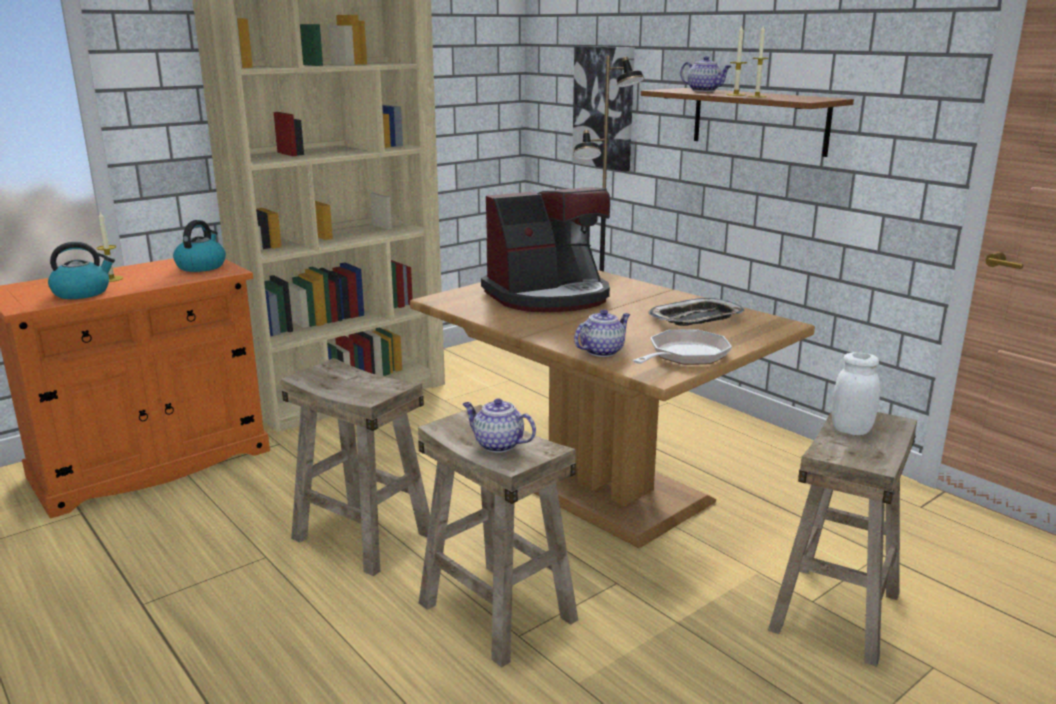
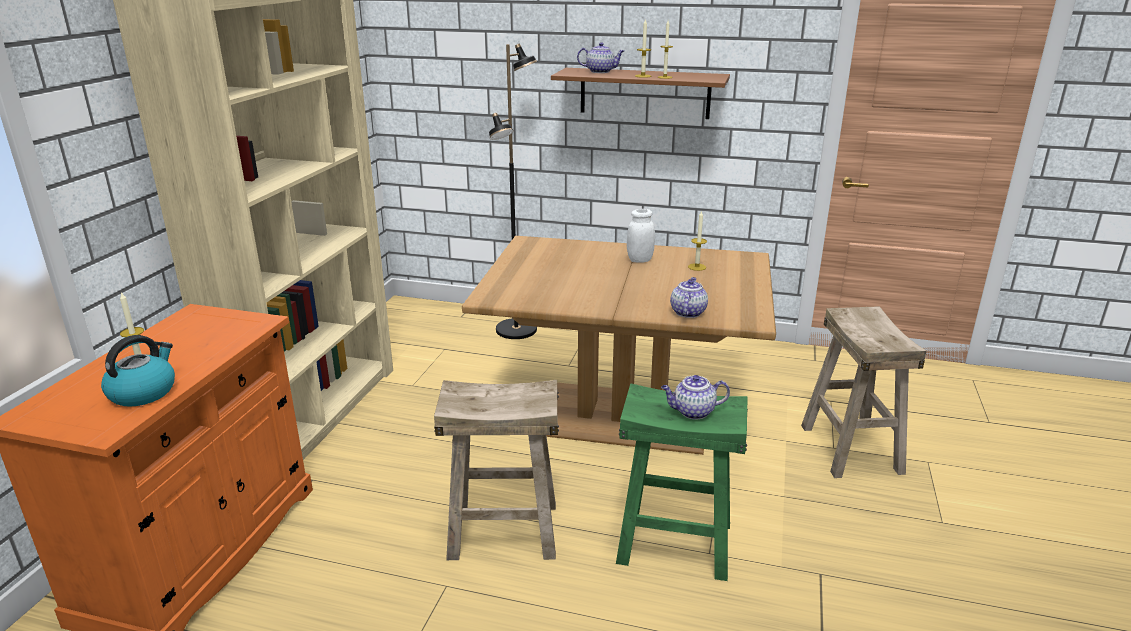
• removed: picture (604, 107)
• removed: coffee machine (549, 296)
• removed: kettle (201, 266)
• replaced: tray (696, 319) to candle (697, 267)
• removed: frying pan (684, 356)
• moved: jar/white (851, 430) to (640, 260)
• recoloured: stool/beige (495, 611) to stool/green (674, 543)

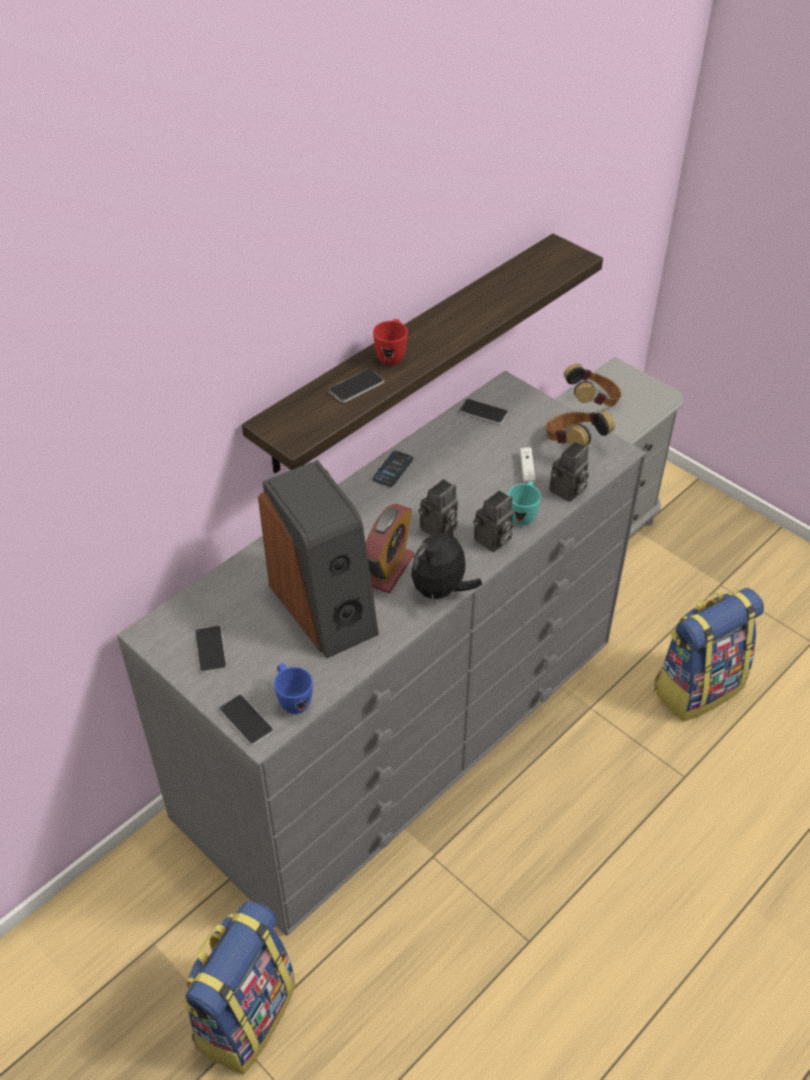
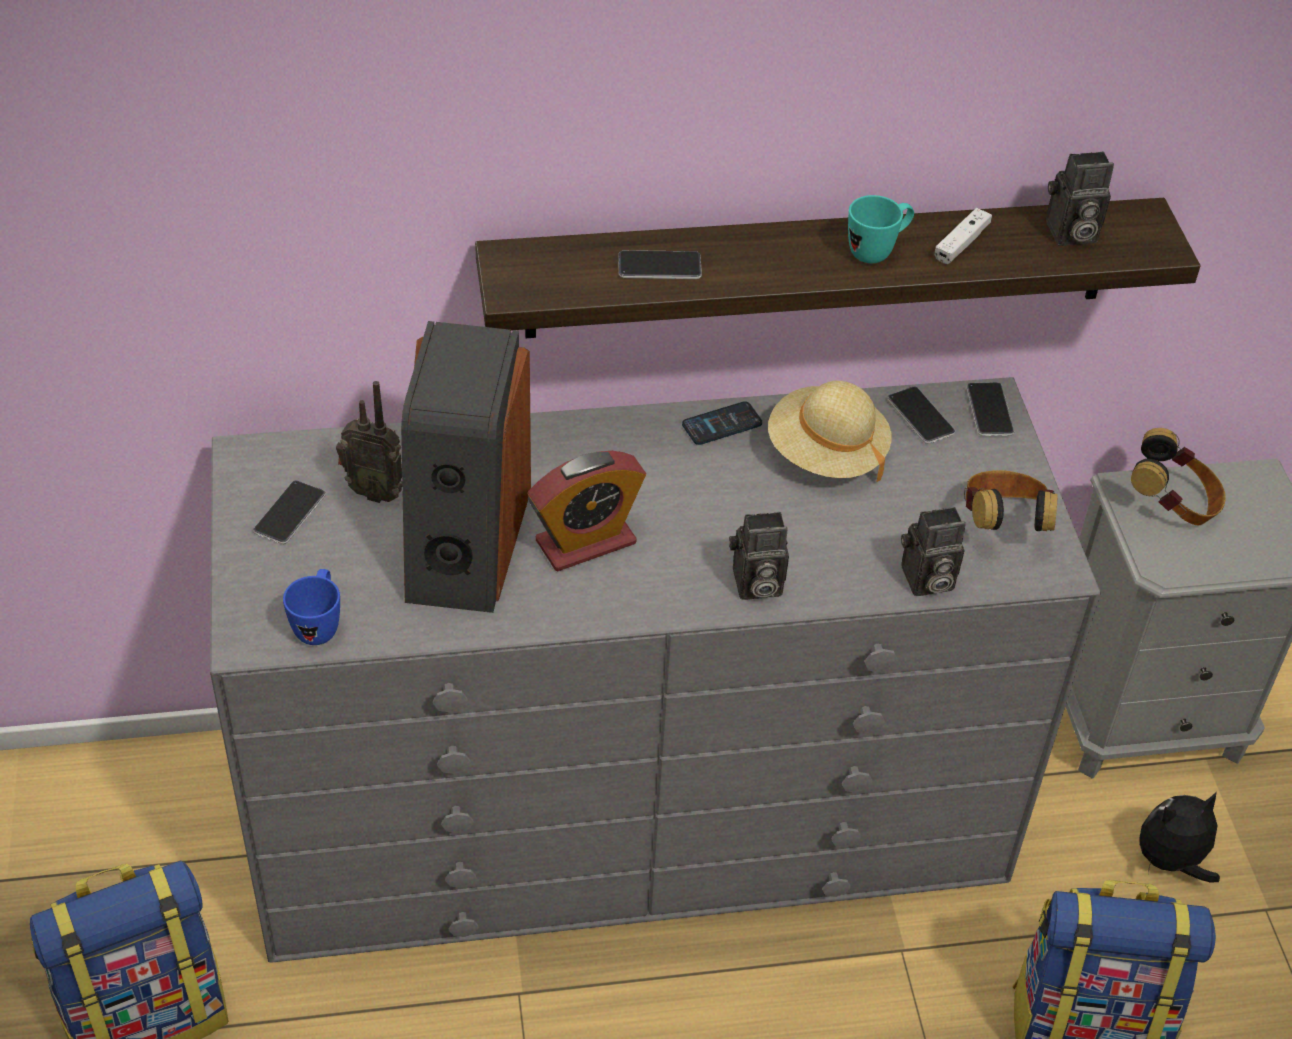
• removed: mug/red (392, 355)
• moved: game controller/white (527, 471) to (961, 243)
• moved: photo camera (438, 530) to (1069, 234)
• moved: mug/turquoise (523, 514) to (877, 251)
• moved: plush toy (441, 591) to (1171, 862)
• moved: phone (246, 720) to (989, 410)
• added: radio (375, 491)
• added: hat/beige (826, 454)

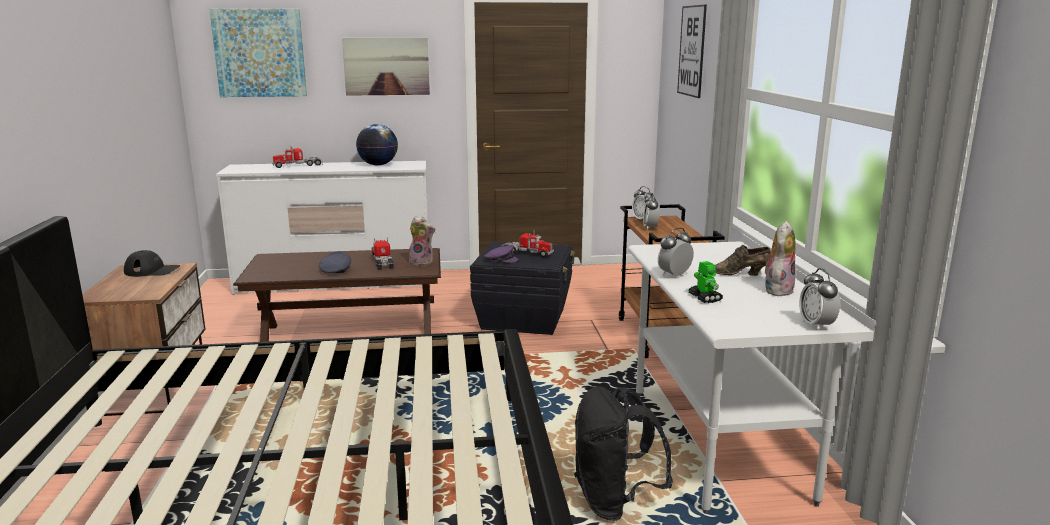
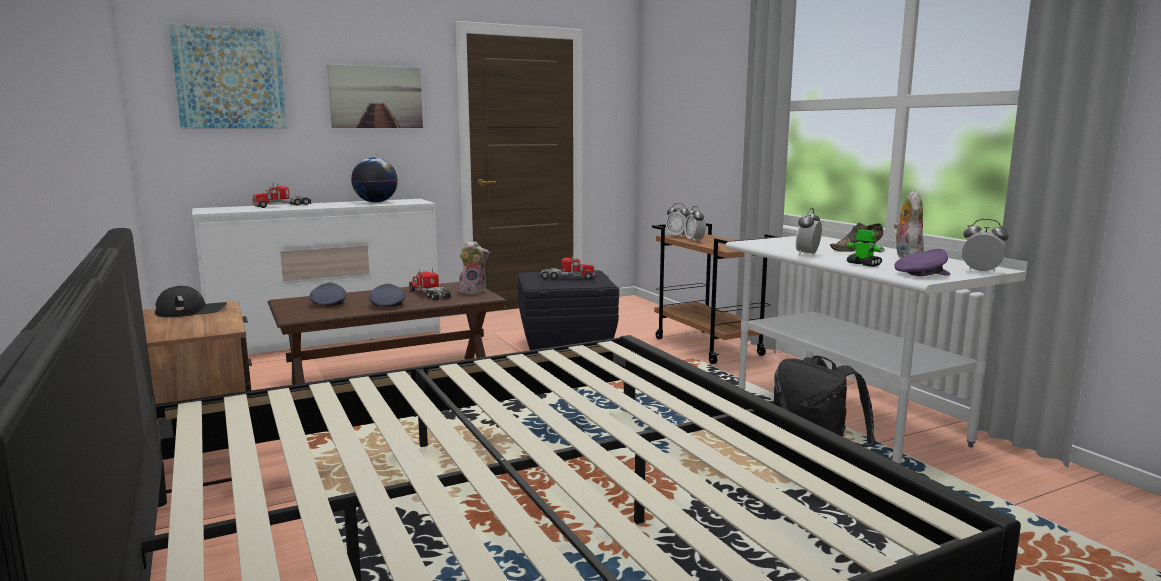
• removed: picture (692, 51)
• moved: cap/purple (500, 260) to (921, 274)
• turned: alarm clock (816, 325) = (981, 271) 150 degrees clockwise
• added: cap/grey (328, 304)

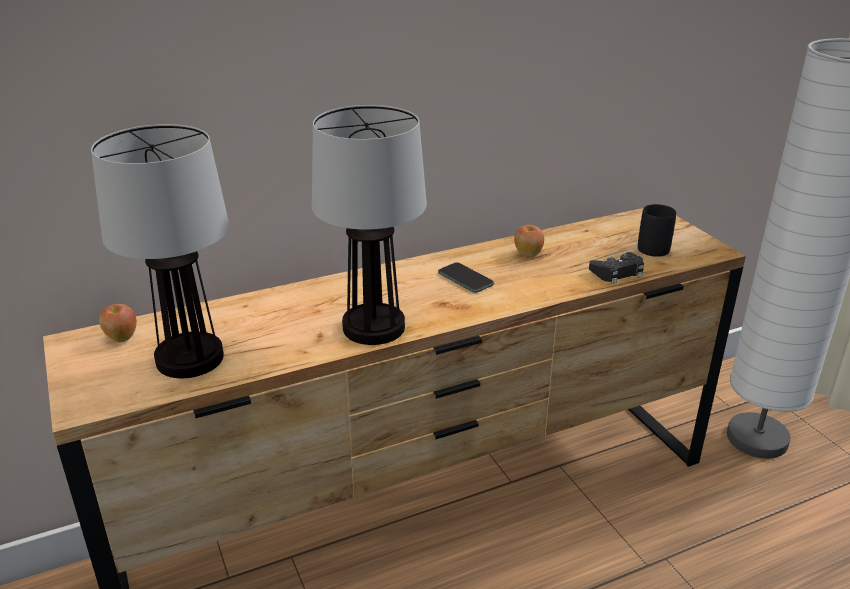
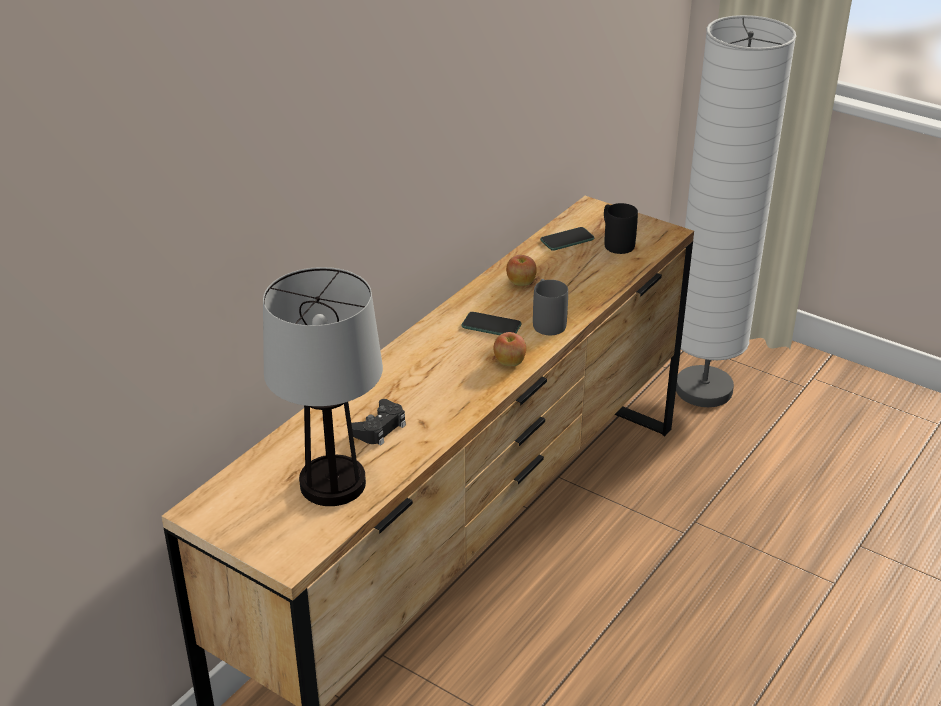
• removed: table lamp (374, 328)
• moved: game controller/black (617, 273) to (379, 428)
• moved: apple (121, 338) to (509, 363)
• added: phone (567, 240)
• added: mug/grey (547, 321)

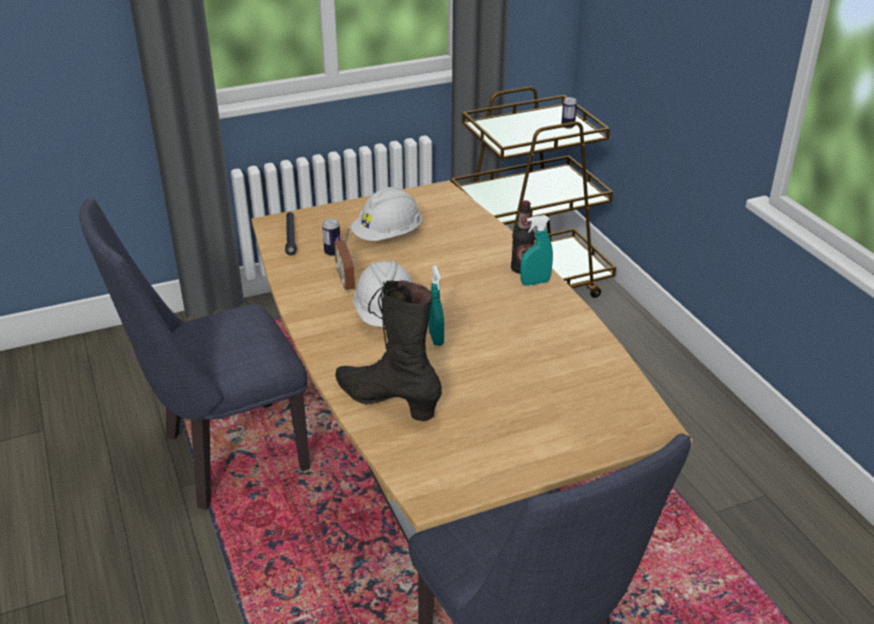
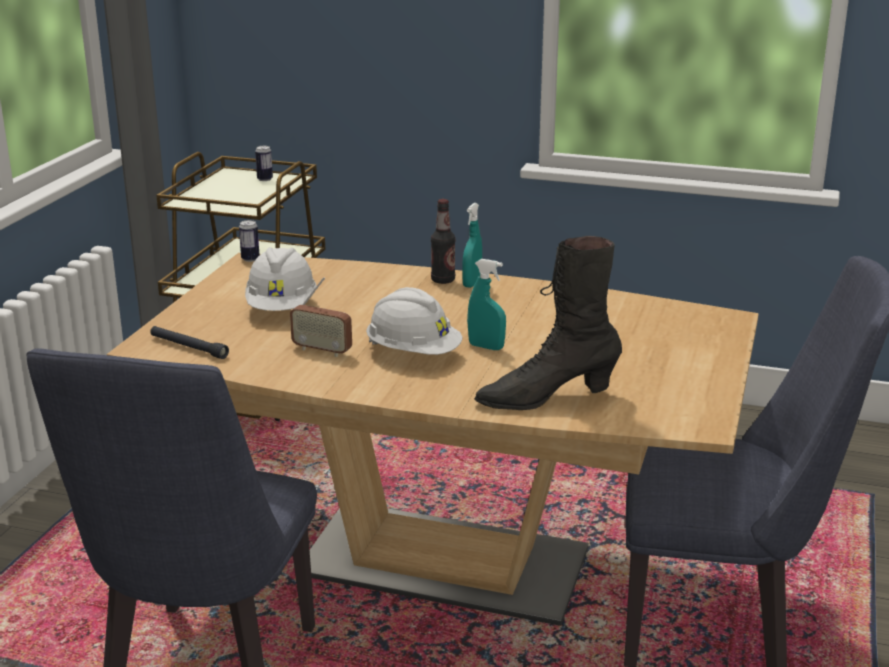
• moved: can (332, 253) to (250, 259)

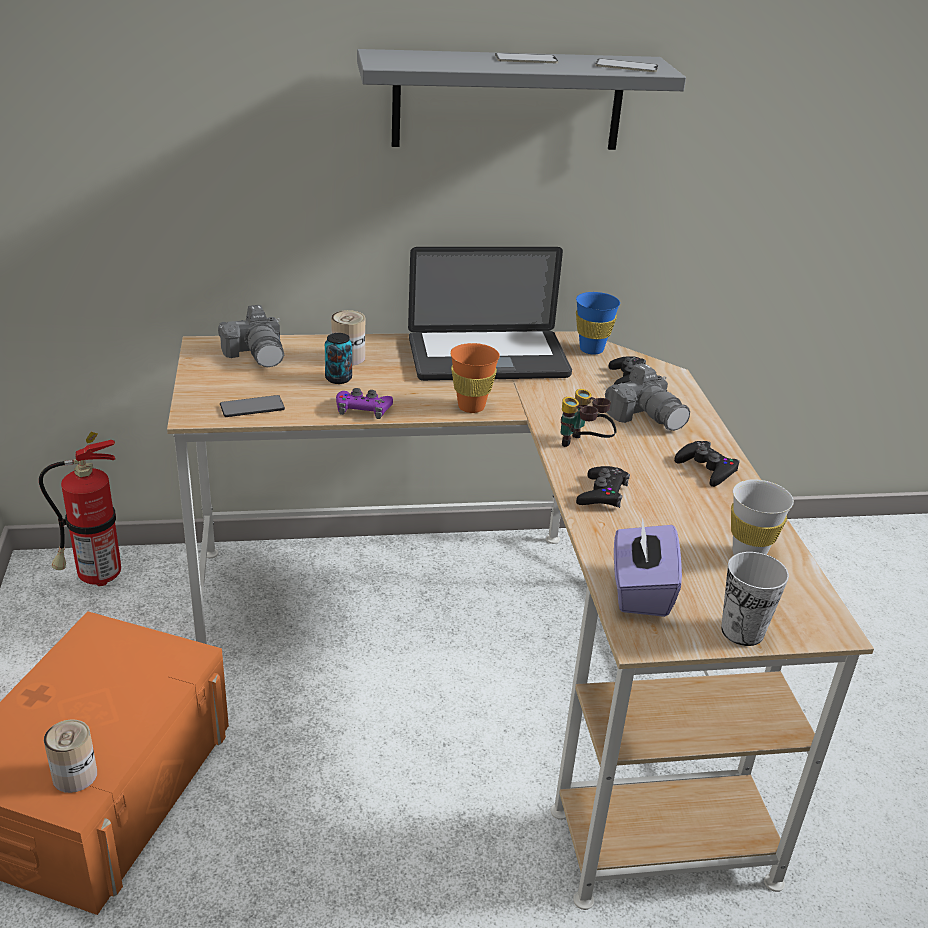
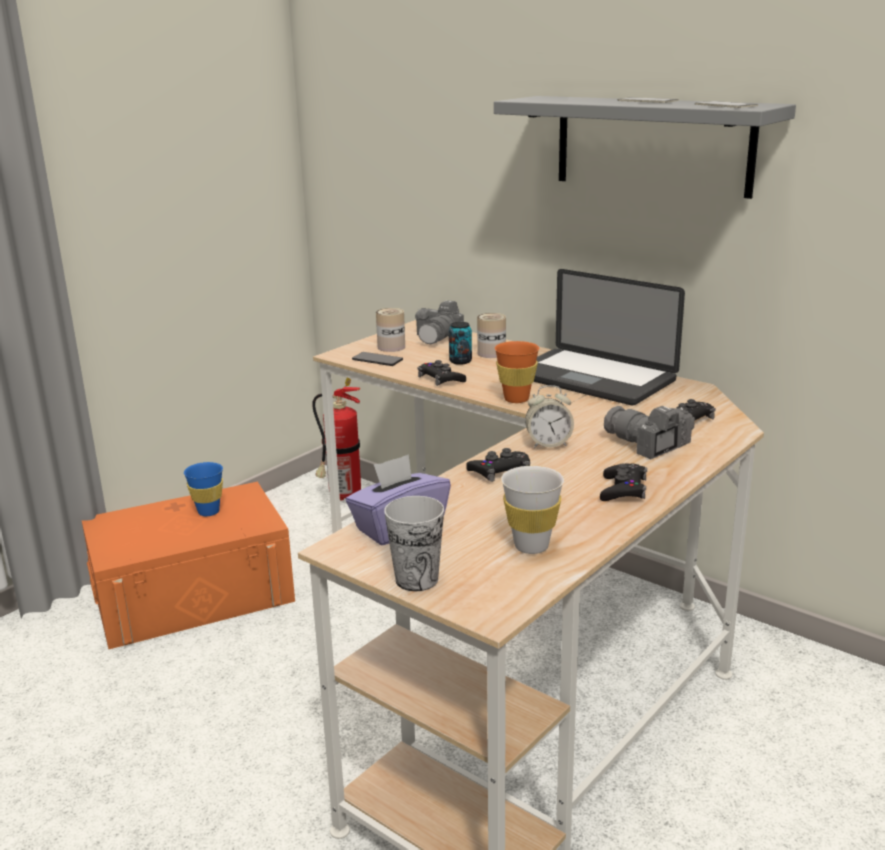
• moved: cup/blue (591, 349) to (208, 512)
• turned: photo camera (646, 415) = (648, 445) 120 degrees clockwise
• recoloured: game controller/purple (363, 409) to game controller/black (441, 379)
• replaced: binoculars (583, 447) to alarm clock (548, 444)
• moved: can (75, 775) to (391, 347)

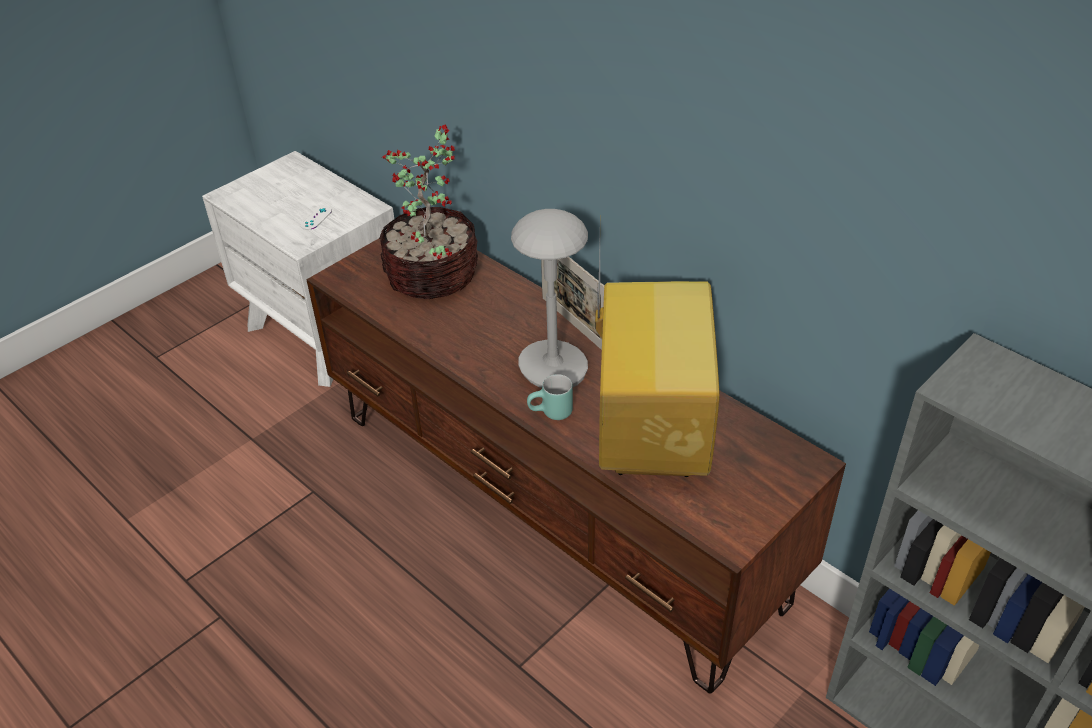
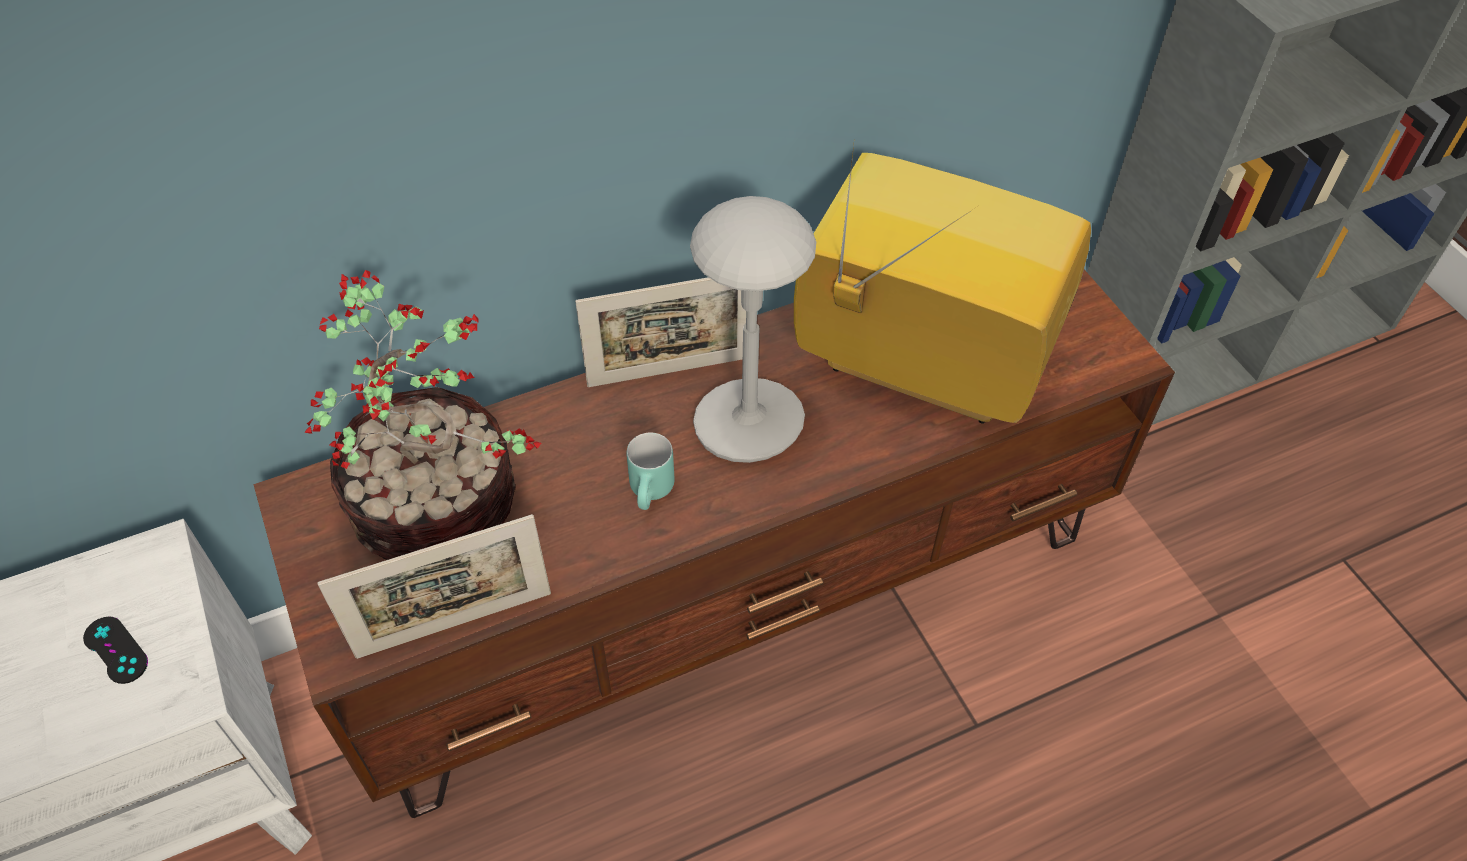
• recoloured: game controller/white (316, 218) to game controller/black (116, 650)
• moved: mug/turquoise (551, 414) to (653, 493)
• added: picture frame (455, 624)

